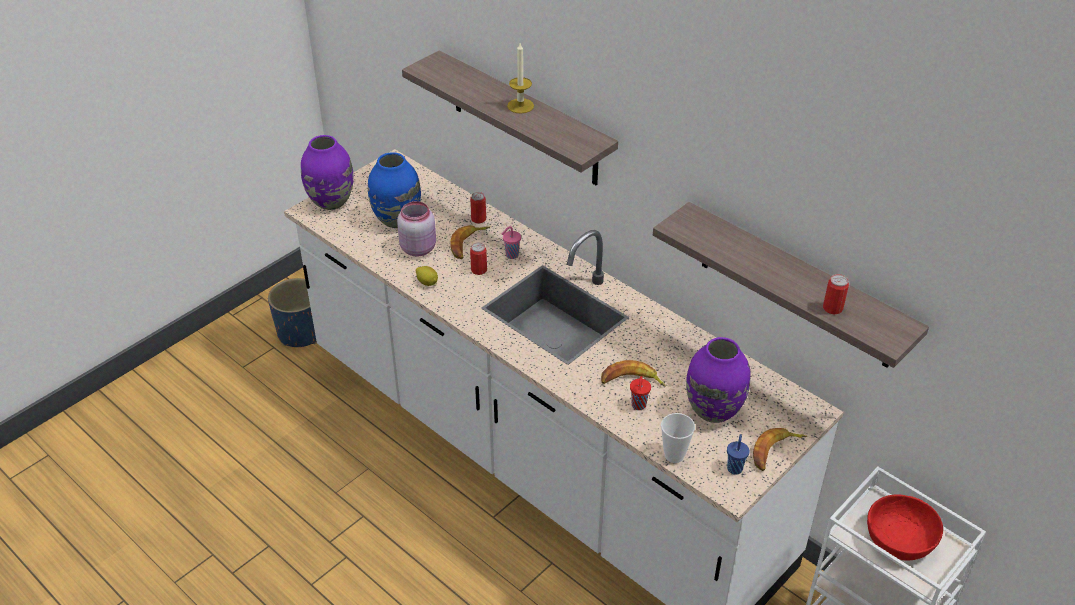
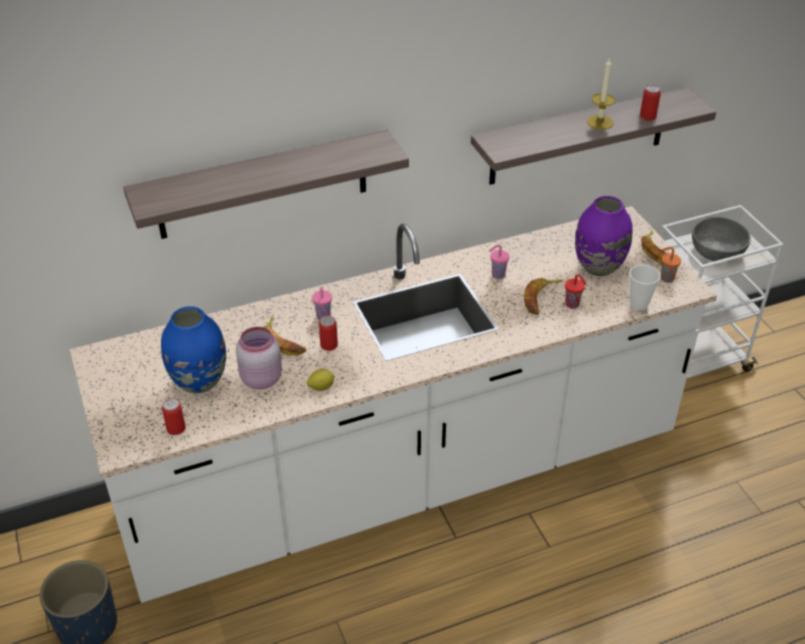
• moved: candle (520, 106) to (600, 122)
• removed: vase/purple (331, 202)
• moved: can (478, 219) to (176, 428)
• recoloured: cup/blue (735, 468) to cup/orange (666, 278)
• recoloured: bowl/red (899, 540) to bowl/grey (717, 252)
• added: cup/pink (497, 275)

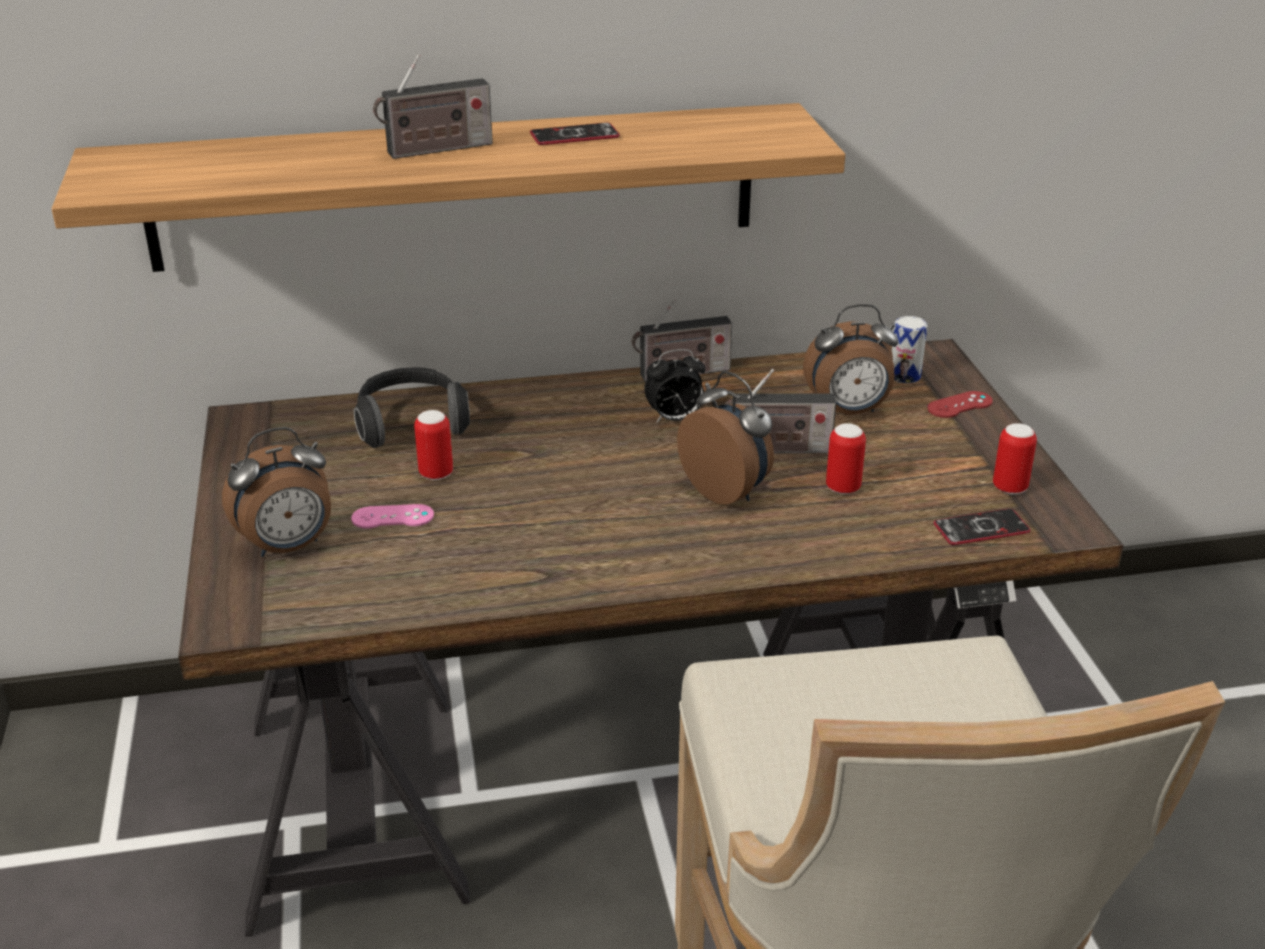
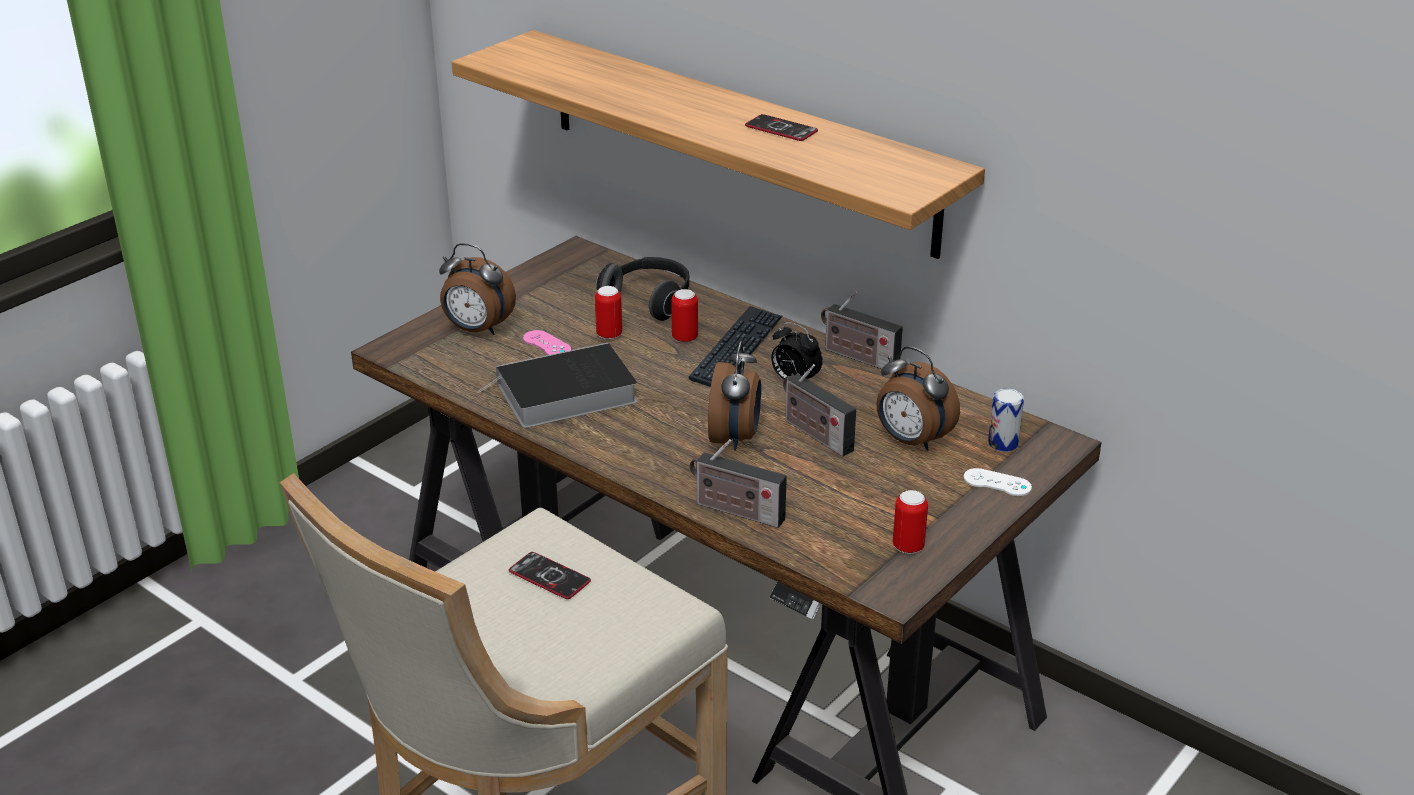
• moved: radio (435, 150) to (735, 511)
• recoloured: game controller/red (960, 405) to game controller/white (997, 483)
• moved: can (843, 488) to (684, 338)
• moved: phone (981, 528) to (549, 577)
• added: keyboard (737, 349)
• added: book (563, 394)

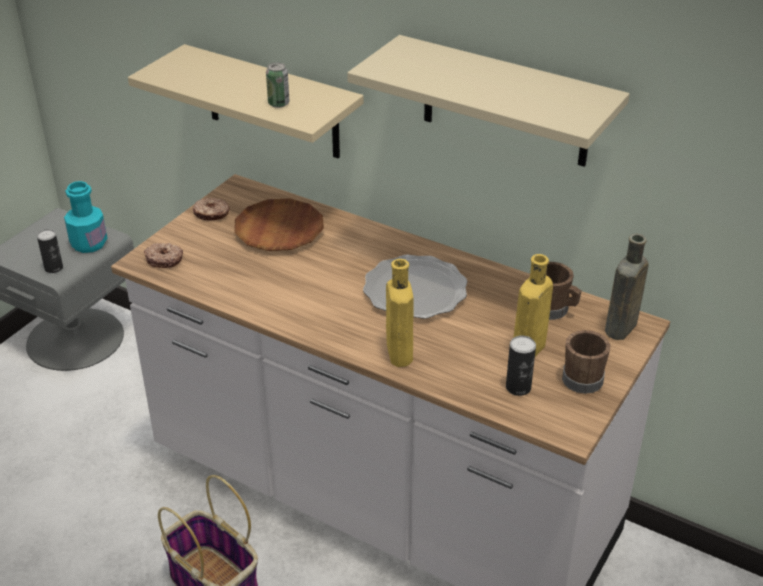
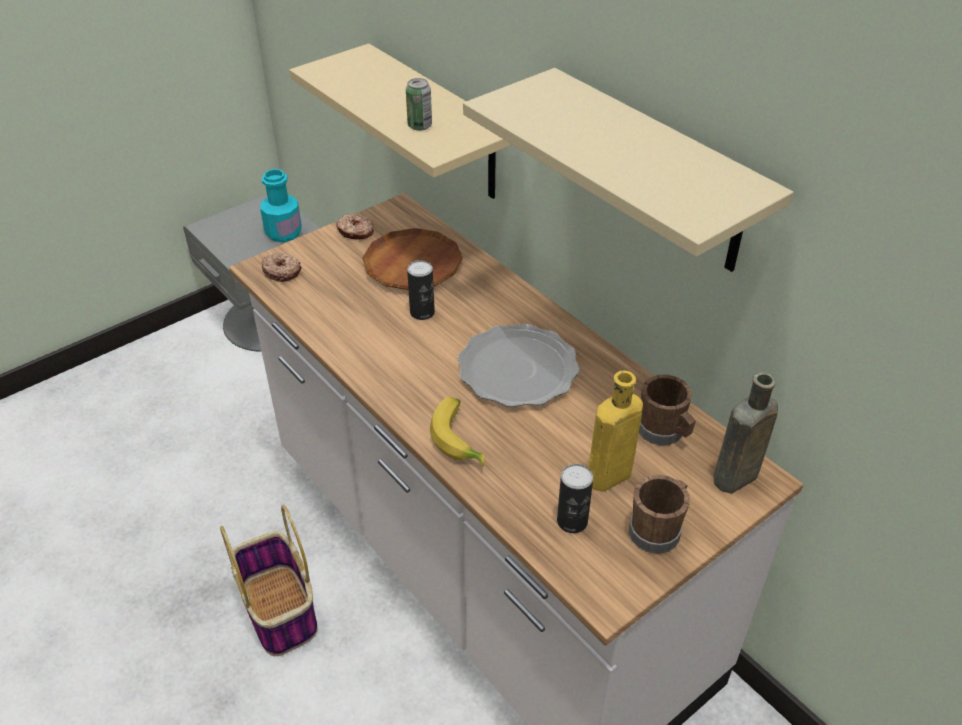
• moved: can (53, 268) to (422, 312)
• replaced: bottle/yellow (398, 351) to banana (461, 438)

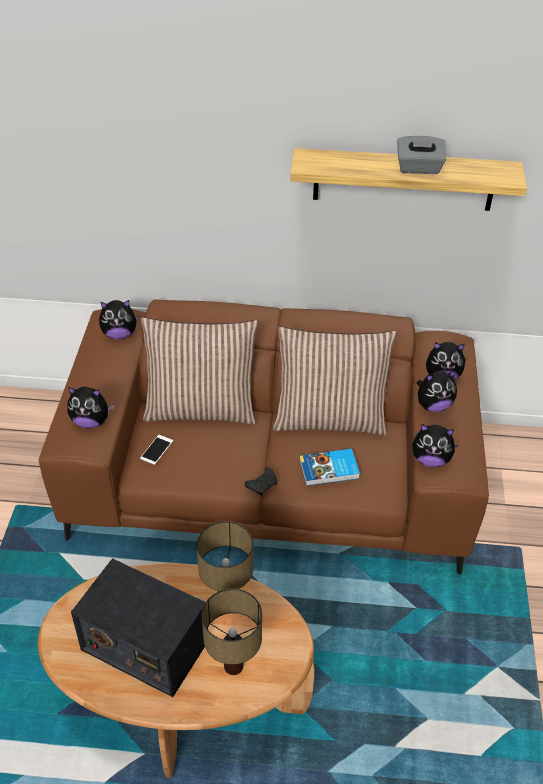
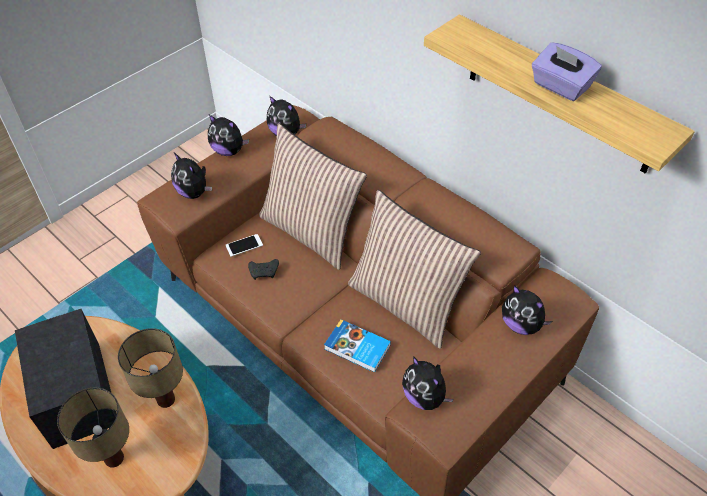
• recoloured: tissue box/grey (419, 168) to tissue box/purple (560, 87)
• moved: plush toy (433, 405) to (229, 151)
• moved: game controller/black (262, 484) to (264, 272)

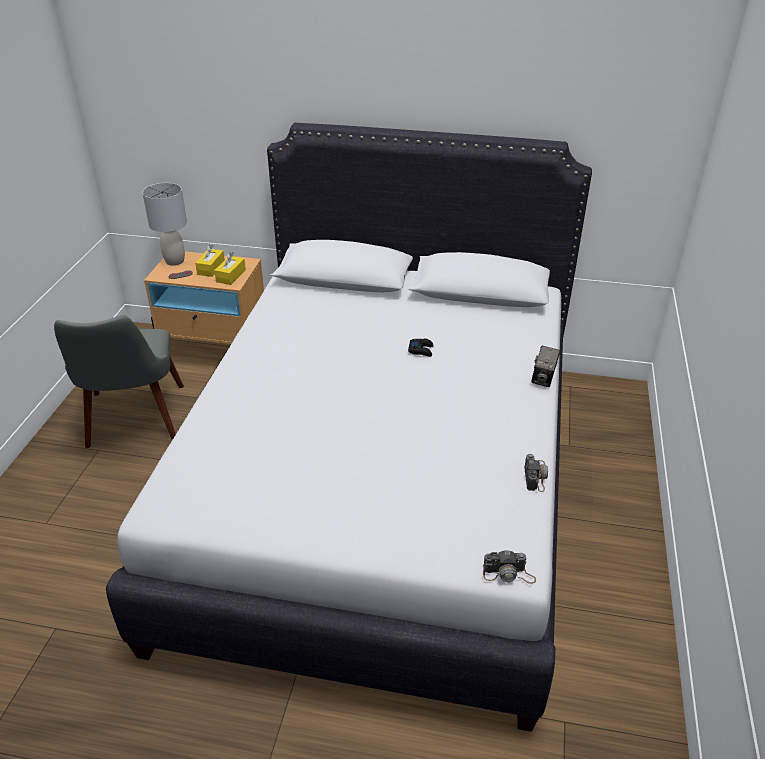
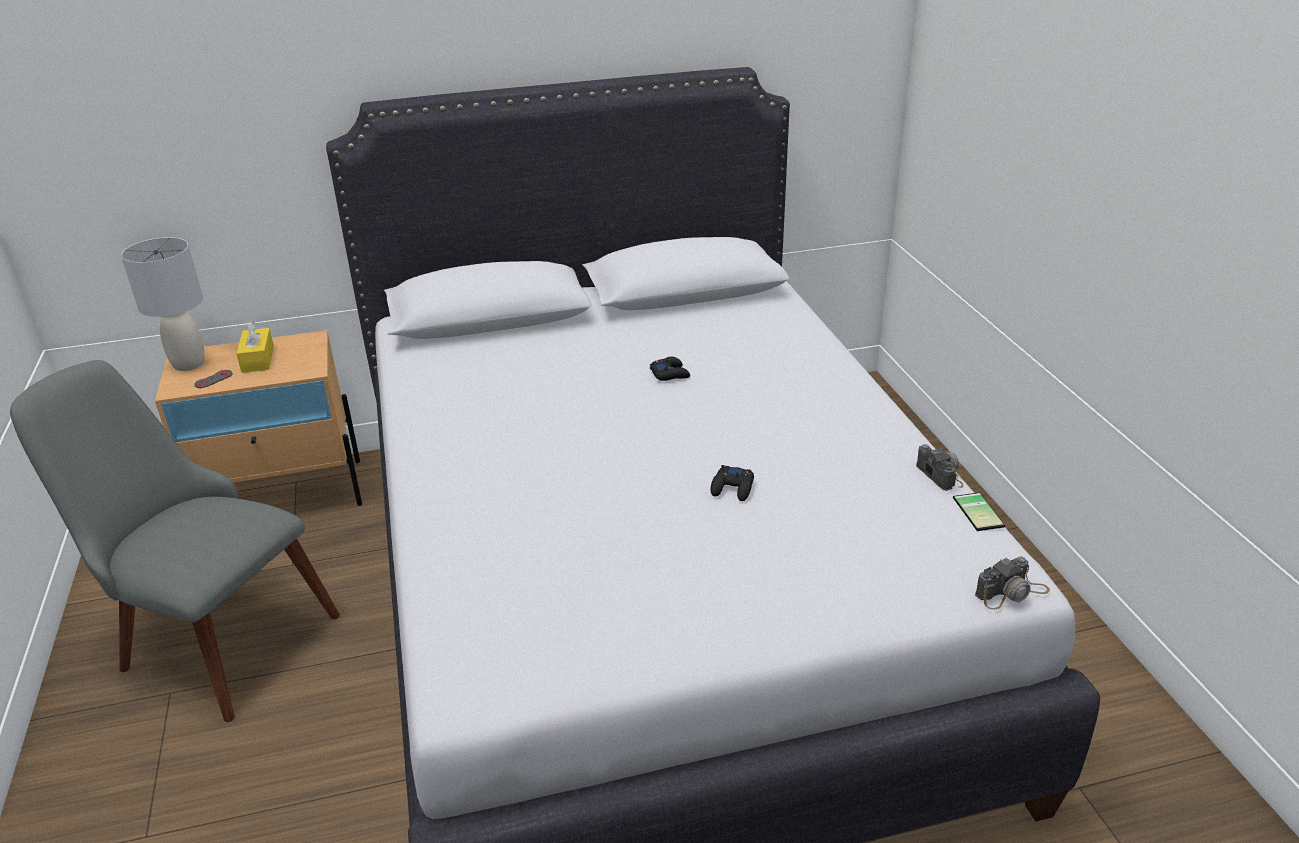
• removed: tissue box/yellow (231, 276)
• turned: chair/grey (134, 425) = (210, 636) 150 degrees clockwise
• removed: photo camera (543, 379)
• added: game controller/black (733, 488)
• added: phone (981, 511)

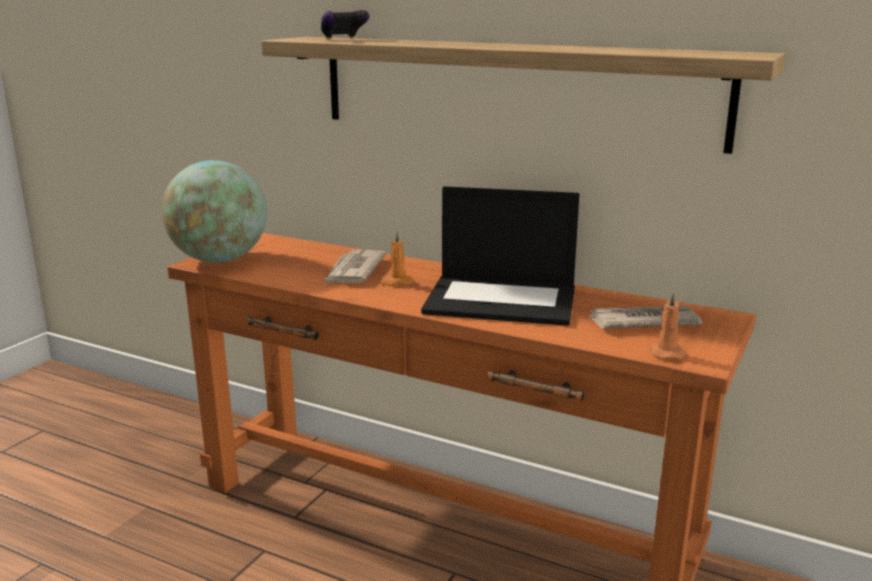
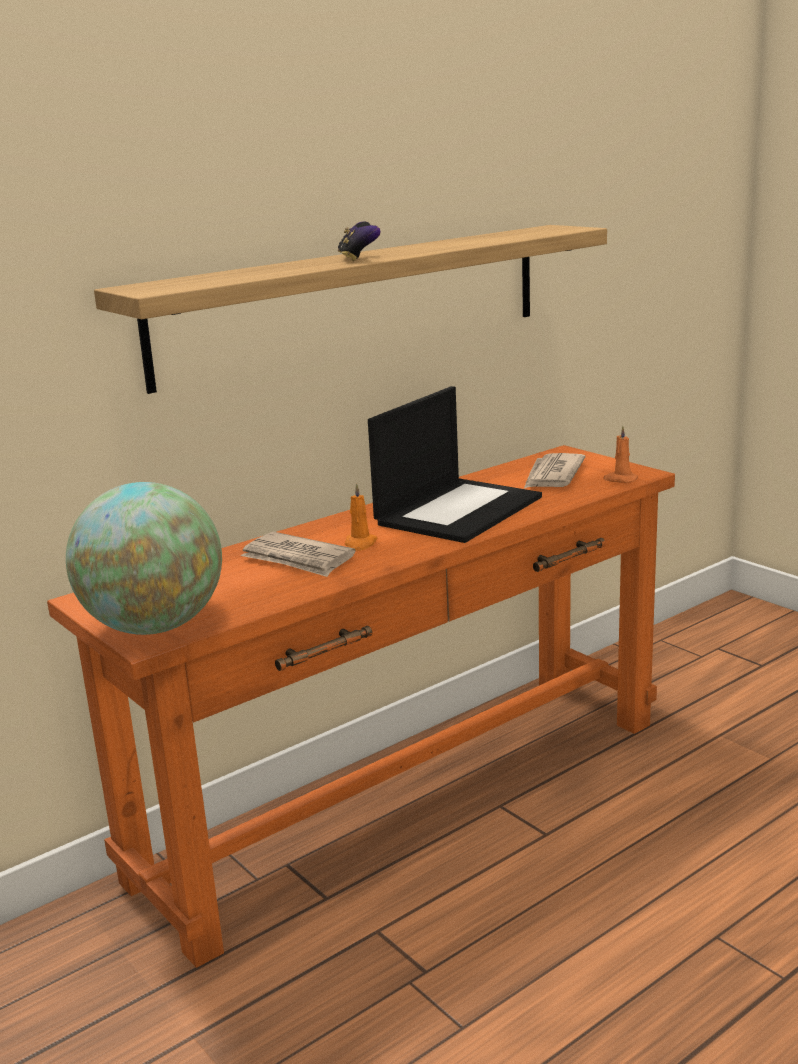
• moved: game controller (343, 39) to (358, 258)

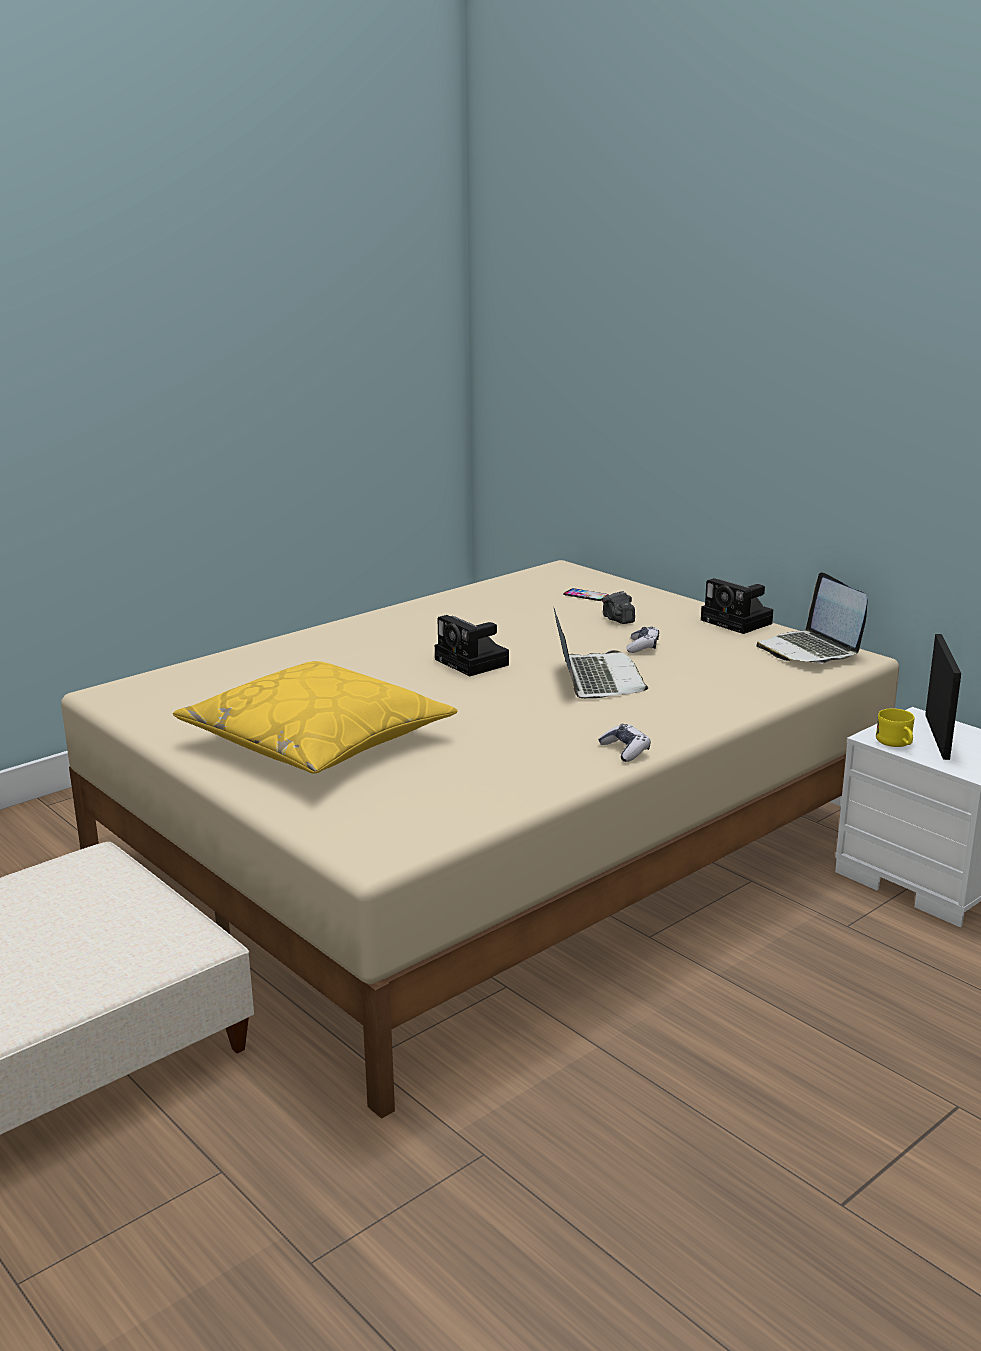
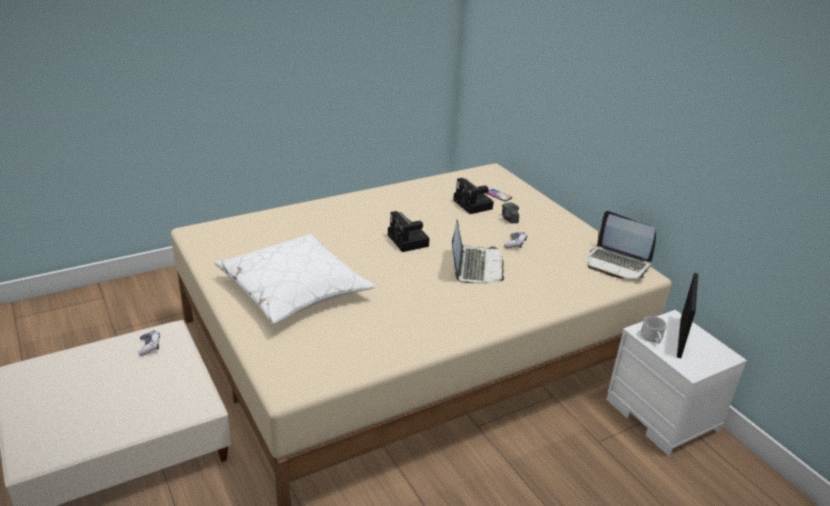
• turned: laptop (810, 650) = (617, 264) 45 degrees counterclockwise
• moved: photo camera (739, 622) to (474, 205)
• recoloured: pillow/yellow (317, 741) to pillow/white (294, 290)
• recoloured: mug/yellow (897, 743) to mug/white (652, 339)
• moved: game controller (625, 750) to (150, 346)

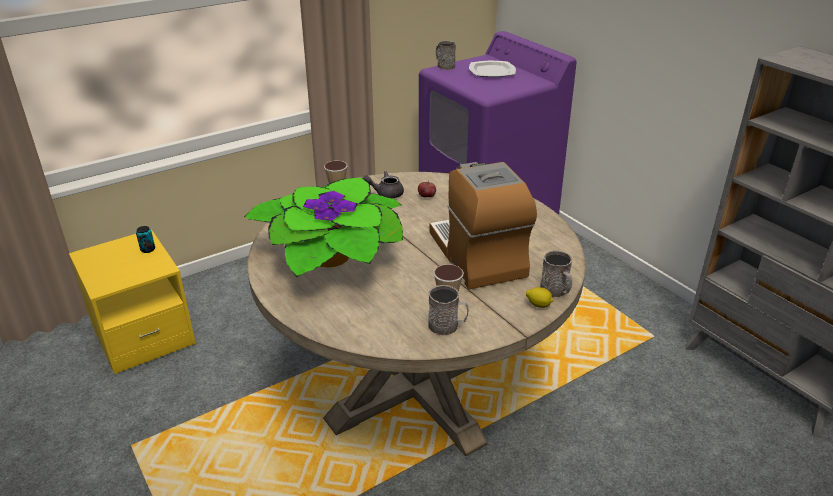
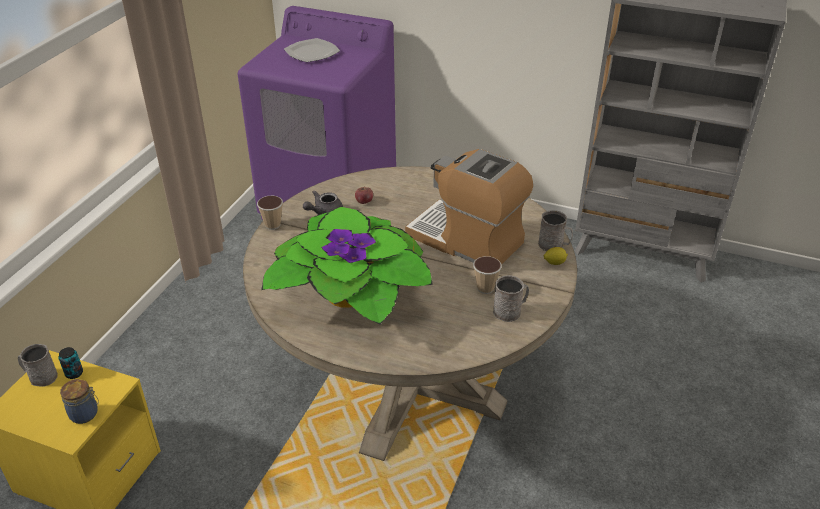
• moved: mug/grey (444, 66) to (40, 377)
• added: jar (85, 414)

